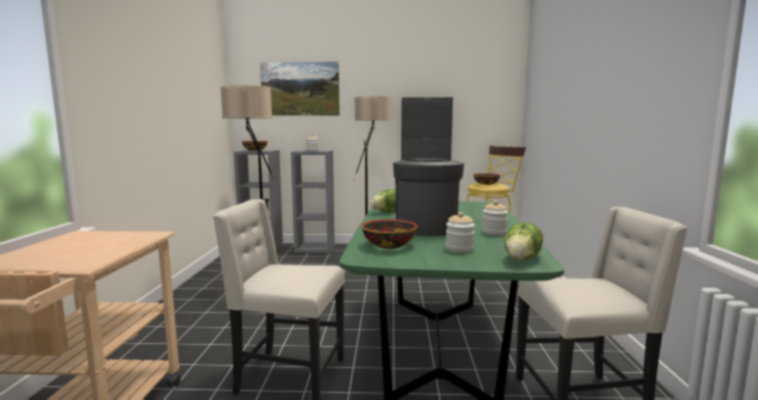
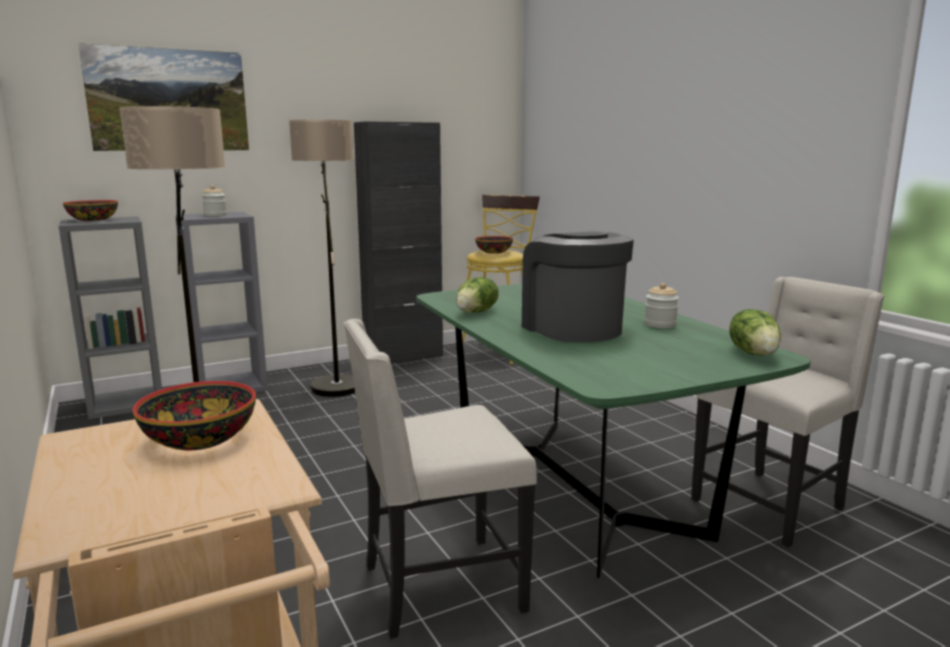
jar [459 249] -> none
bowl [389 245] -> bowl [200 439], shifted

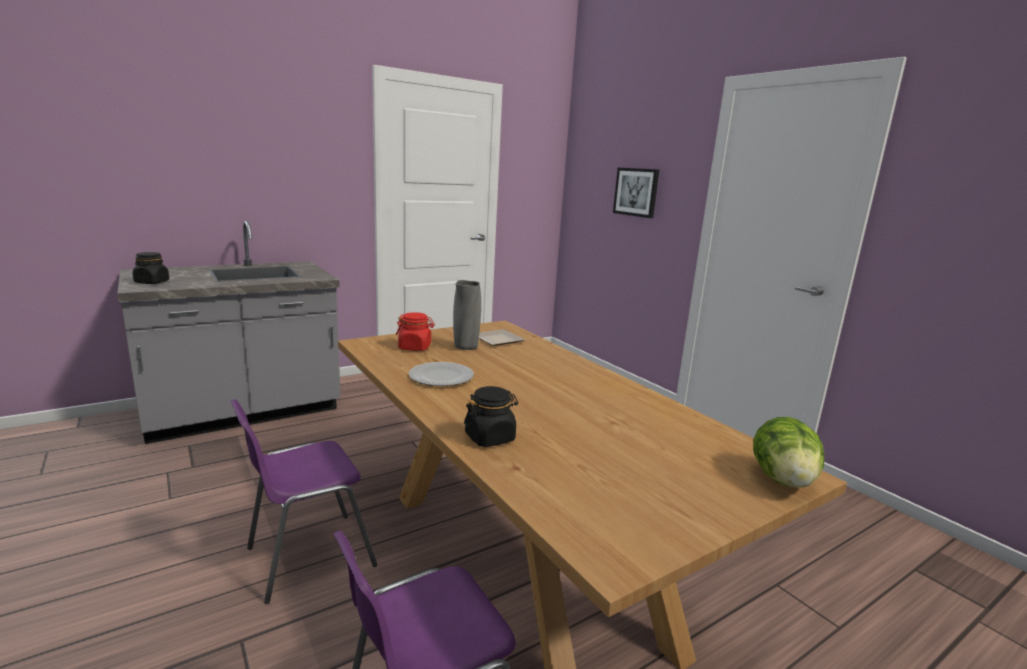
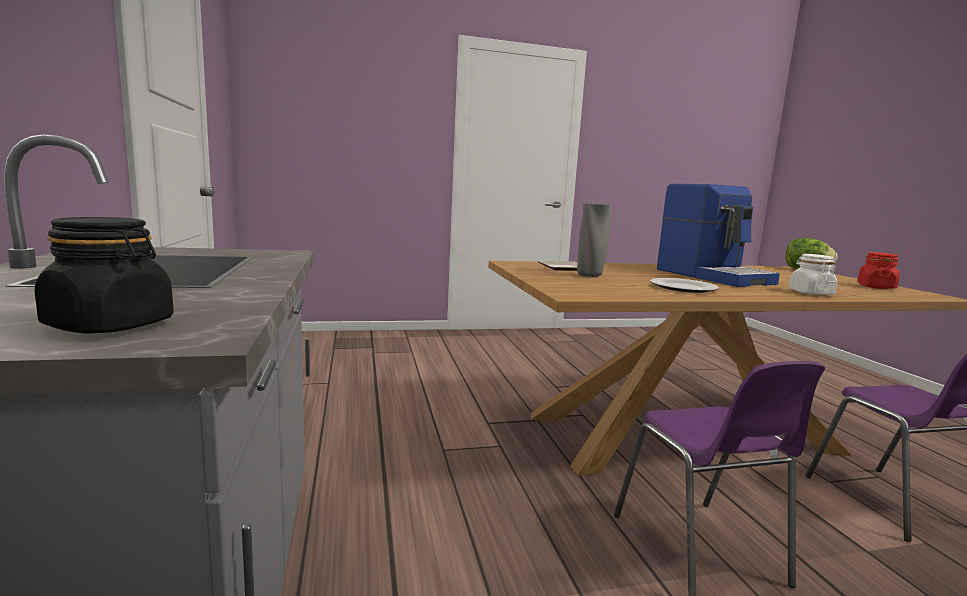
picture [636 192] -> none
none -> coffee machine [713 276]
red jar [415 347] -> red jar [875 287], shifted
black jar [490 438] -> white jar [810 293]

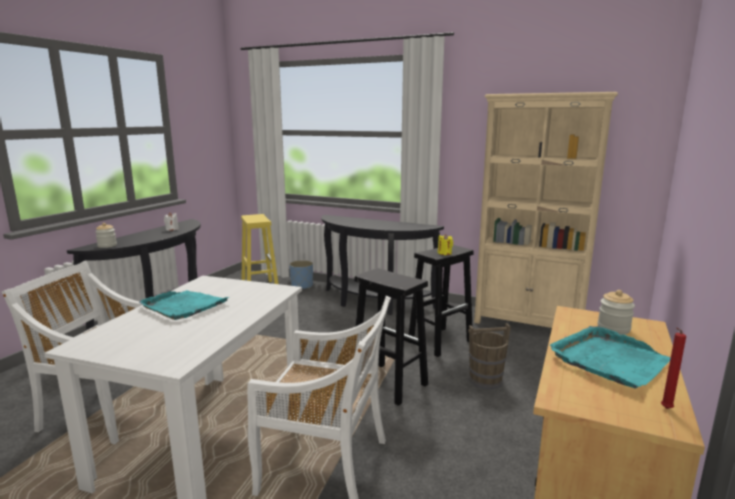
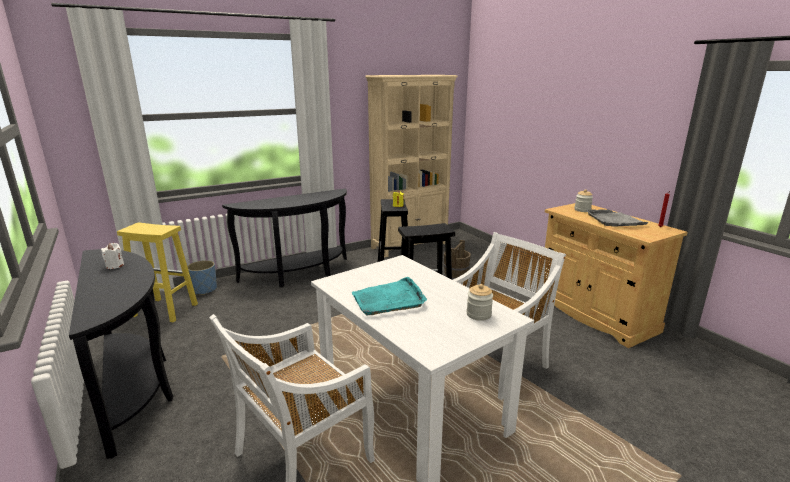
jar [107 245] -> jar [478 314], shifted
turquoise tray [609 360] -> grey tray [614 220]

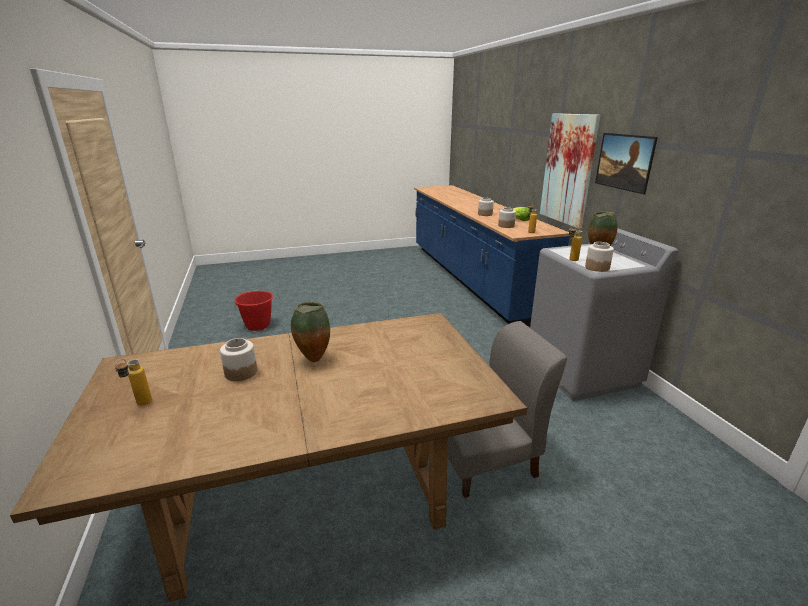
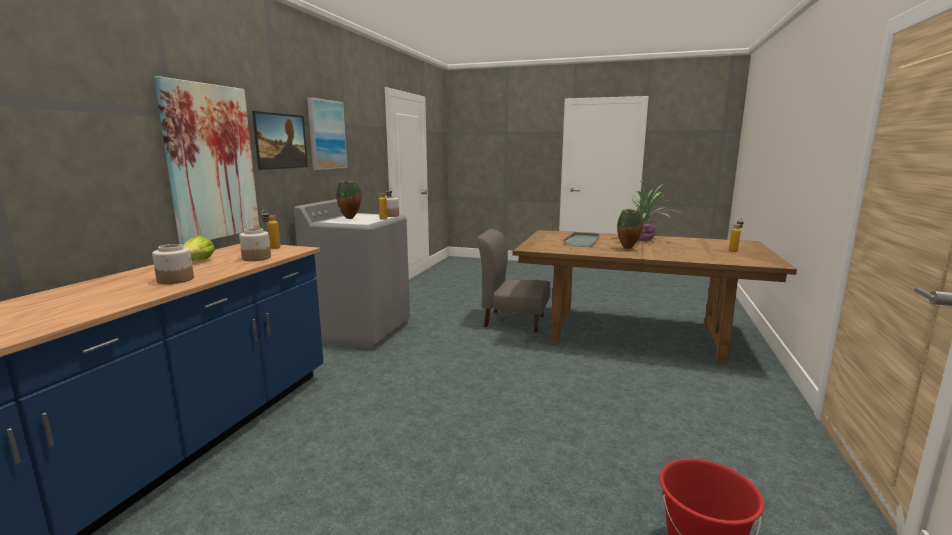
jar [241 372] -> none
none -> picture [326 135]
none -> grey tray [582 241]
none -> potted plant [642 239]

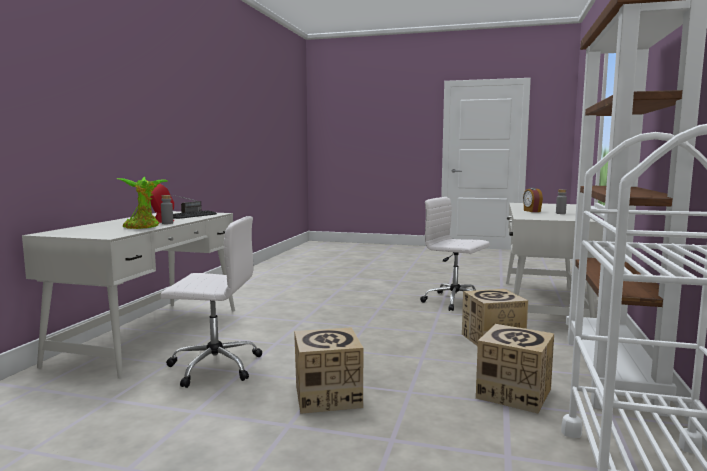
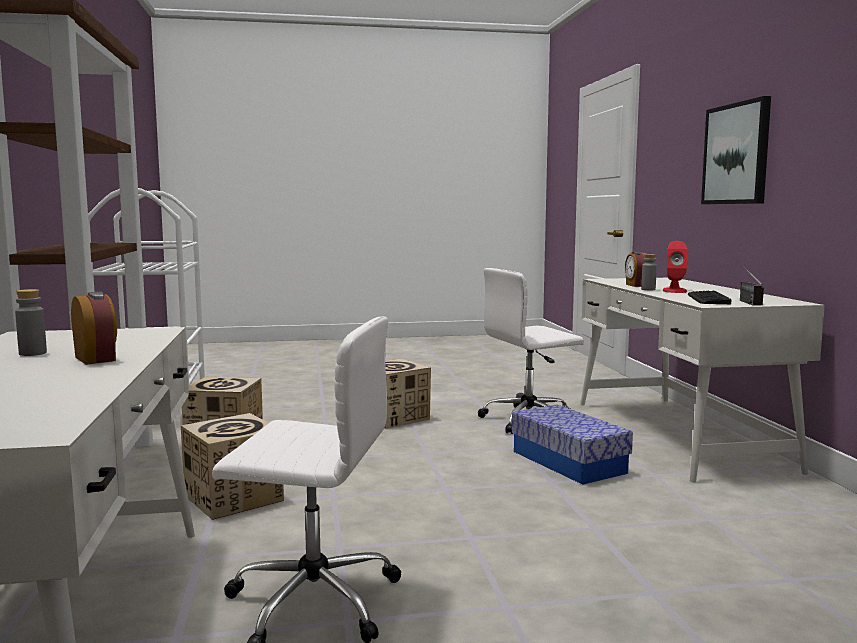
none -> storage box [568 462]
none -> picture [737 154]
potted plant [143 227] -> alarm clock [636 285]

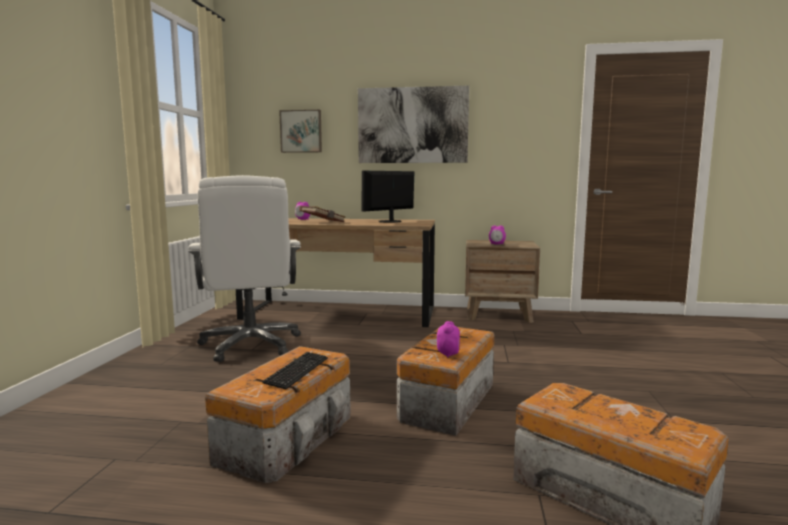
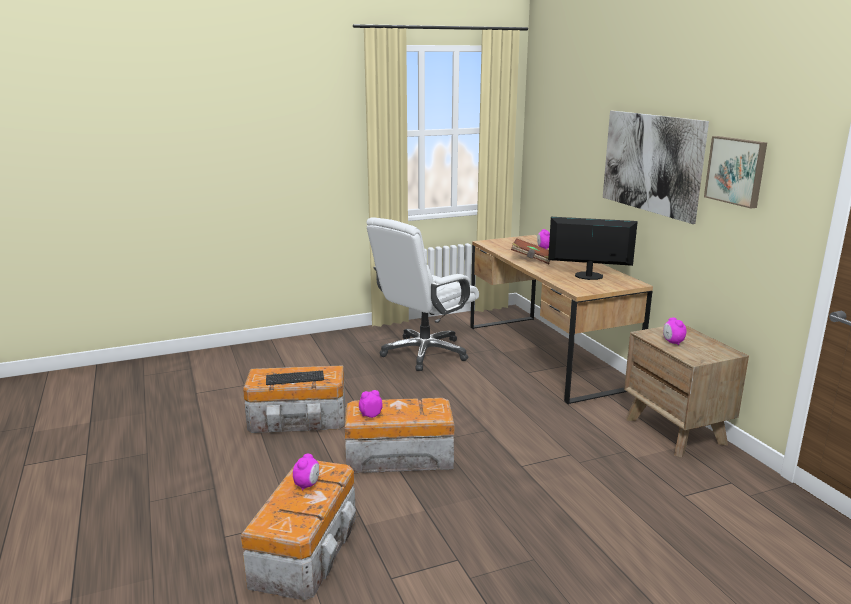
none -> alarm clock [307 485]
picture [301 131] -> picture [736 171], shifted

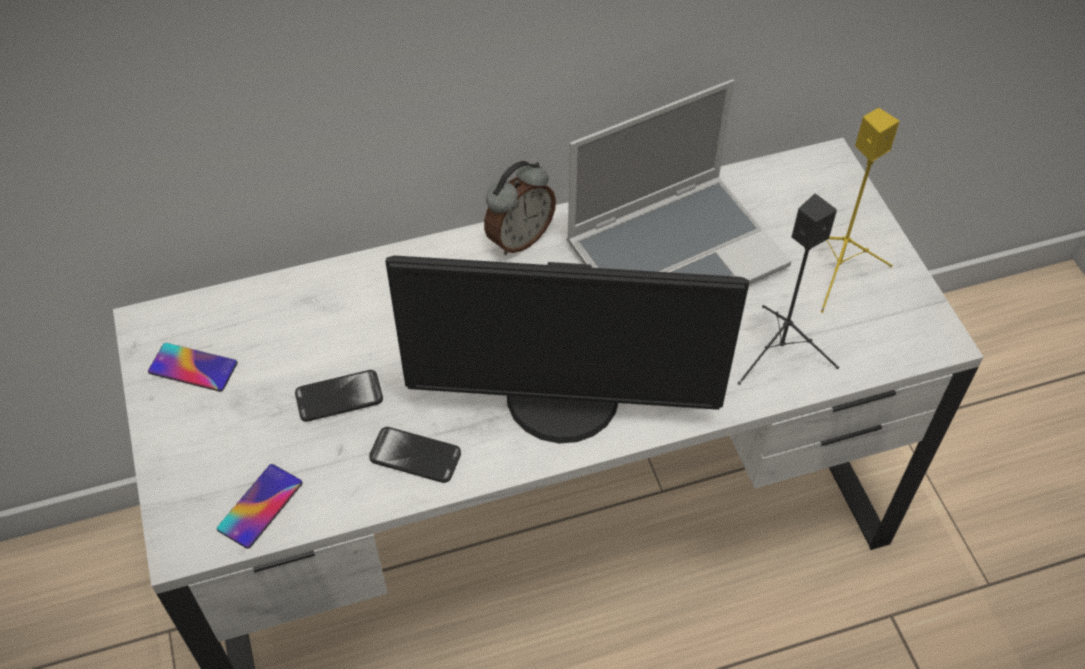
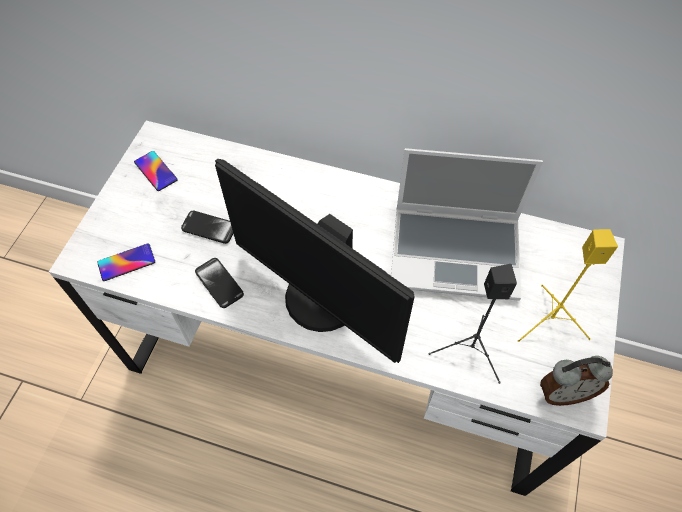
alarm clock [519 238] -> alarm clock [563 392], shifted

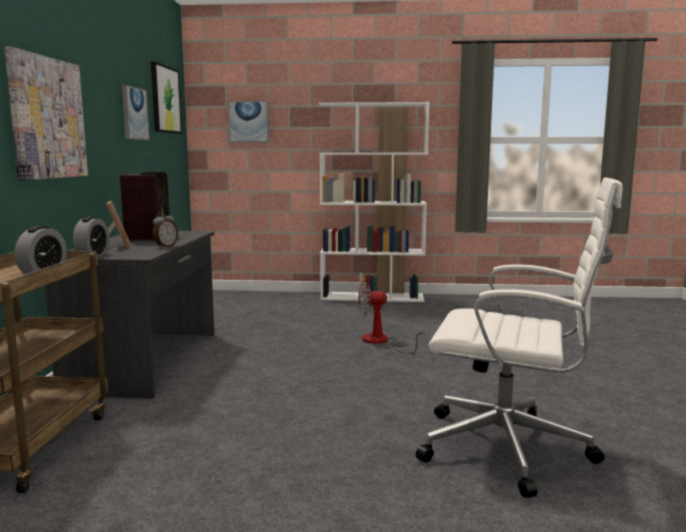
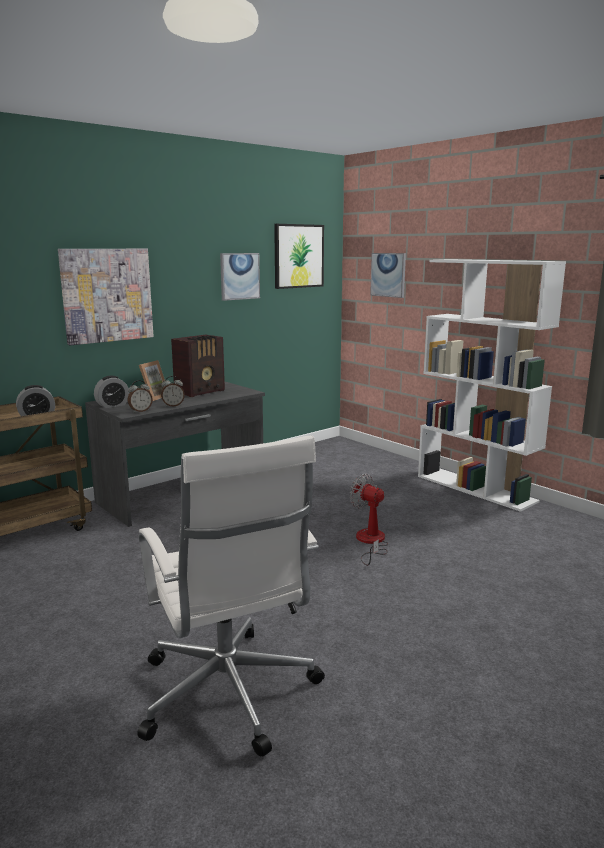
none -> alarm clock [140 411]

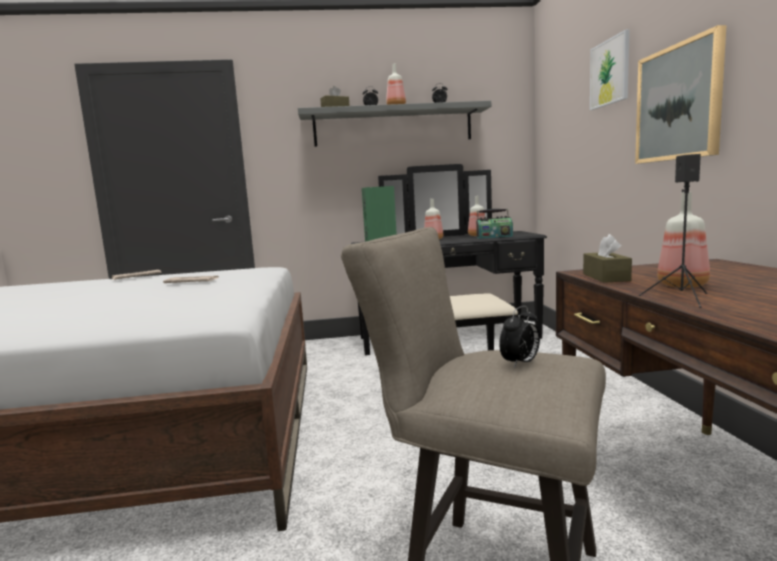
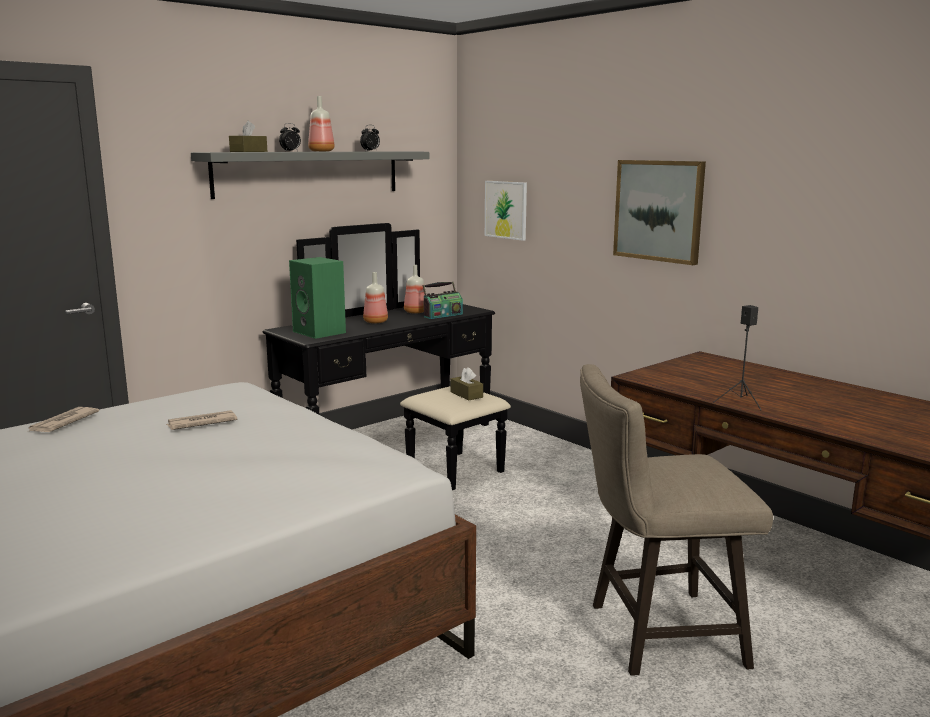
alarm clock [520 363] -> none
bottle [684 285] -> none
brown tissue box [606 277] -> brown tissue box [466 394], shifted
picture [610 72] -> picture [506 210], shifted

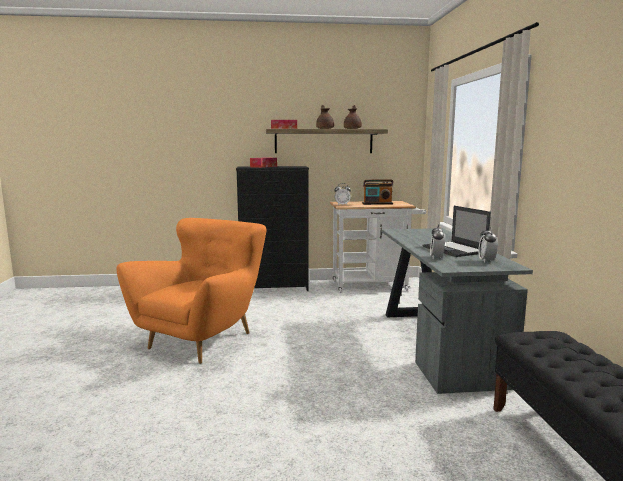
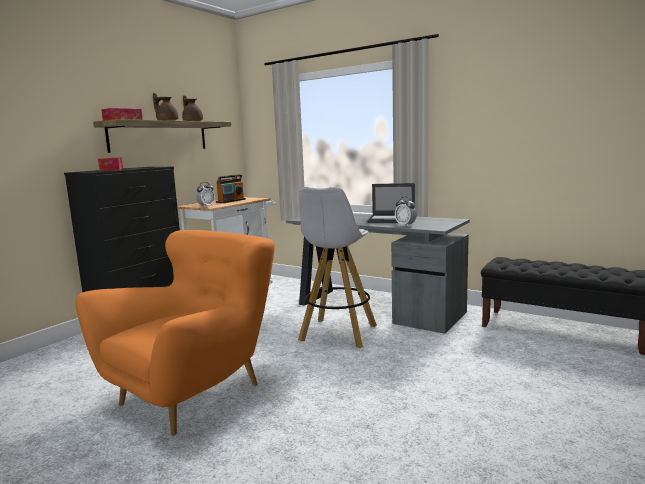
alarm clock [486 261] -> none
none -> white stool [338 334]
orange armchair [203 339] -> orange armchair [194 393], 60 degrees clockwise

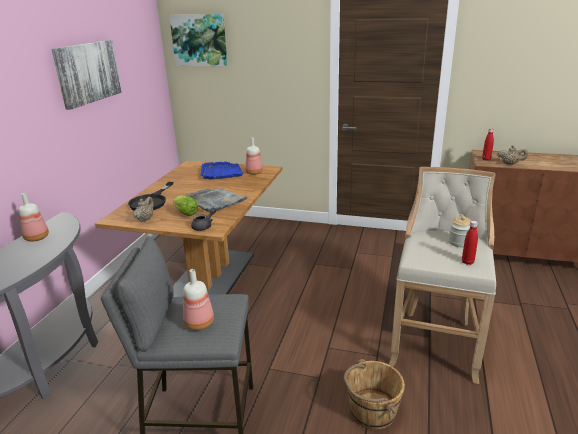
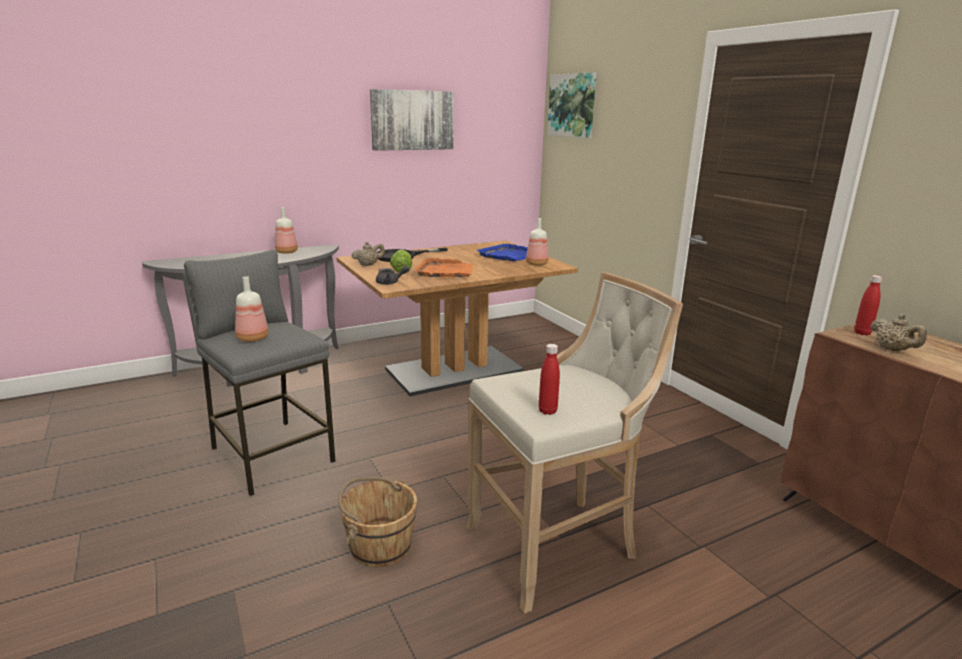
jar [459 242] -> none
grey tray [215 201] -> orange tray [445 271]

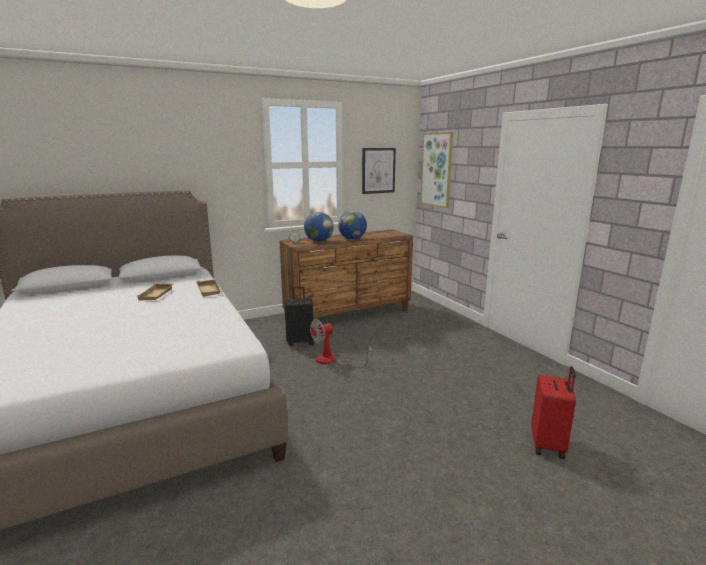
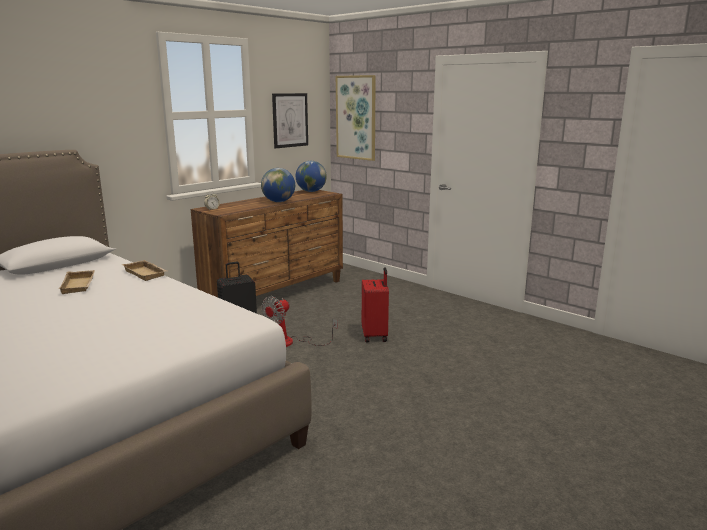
globe [319 241] -> globe [311 191], shifted
red suitcase [548 445] -> red suitcase [375 335], shifted

